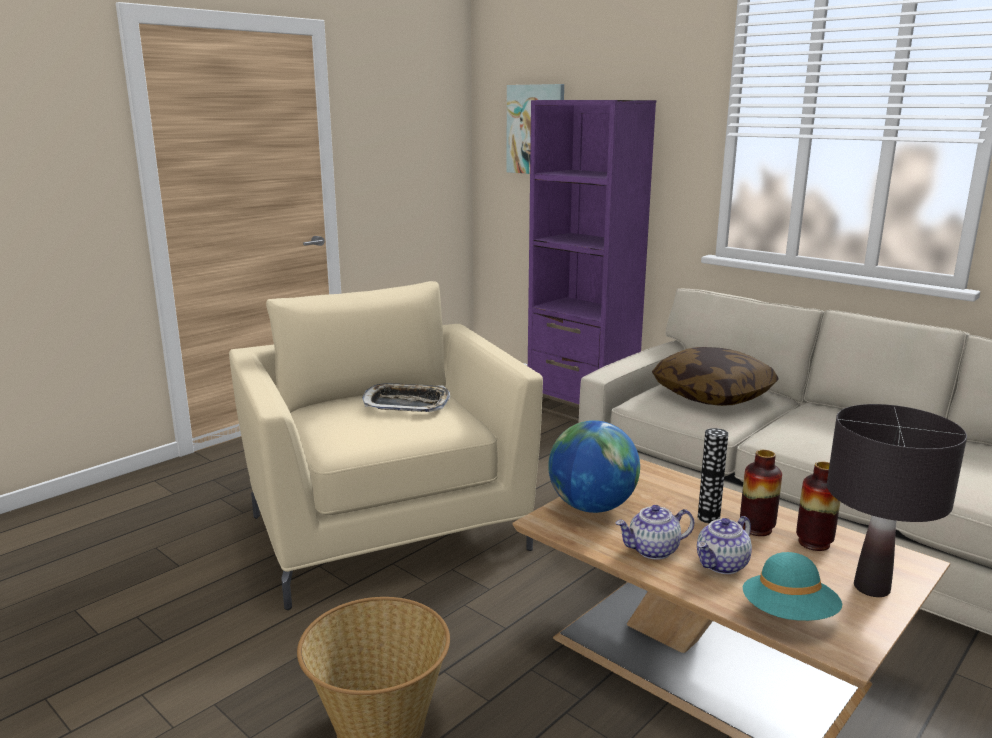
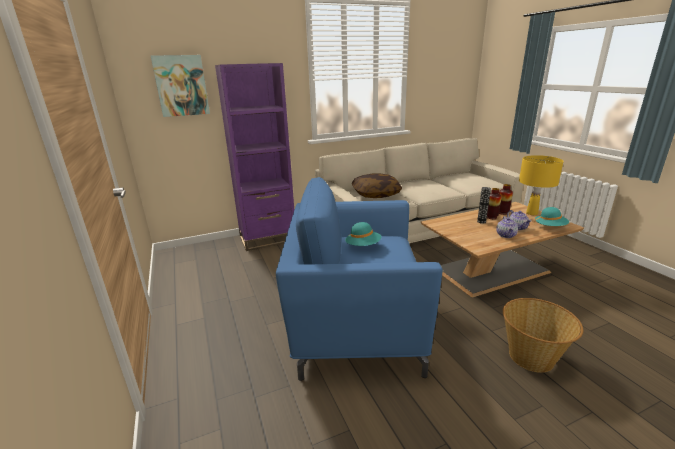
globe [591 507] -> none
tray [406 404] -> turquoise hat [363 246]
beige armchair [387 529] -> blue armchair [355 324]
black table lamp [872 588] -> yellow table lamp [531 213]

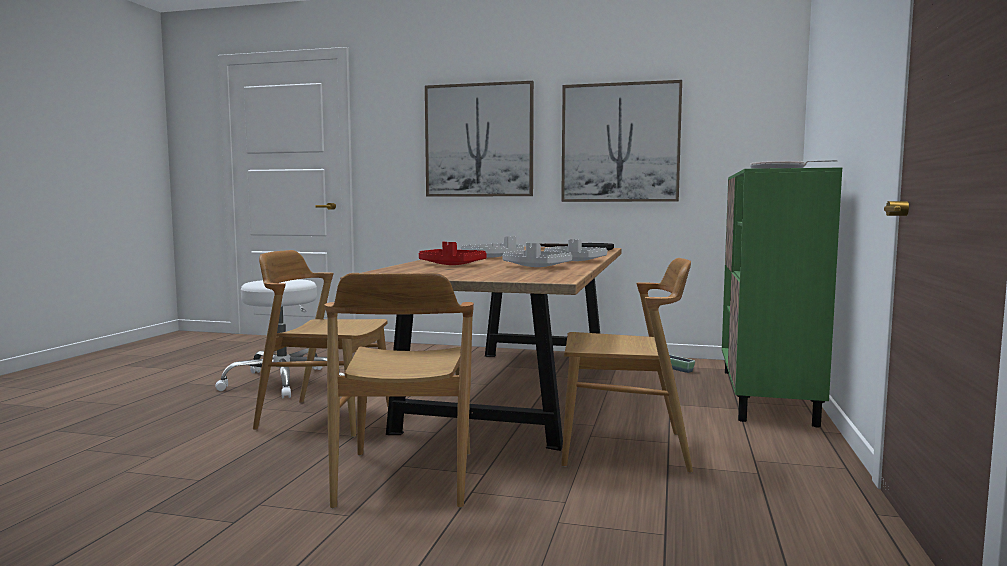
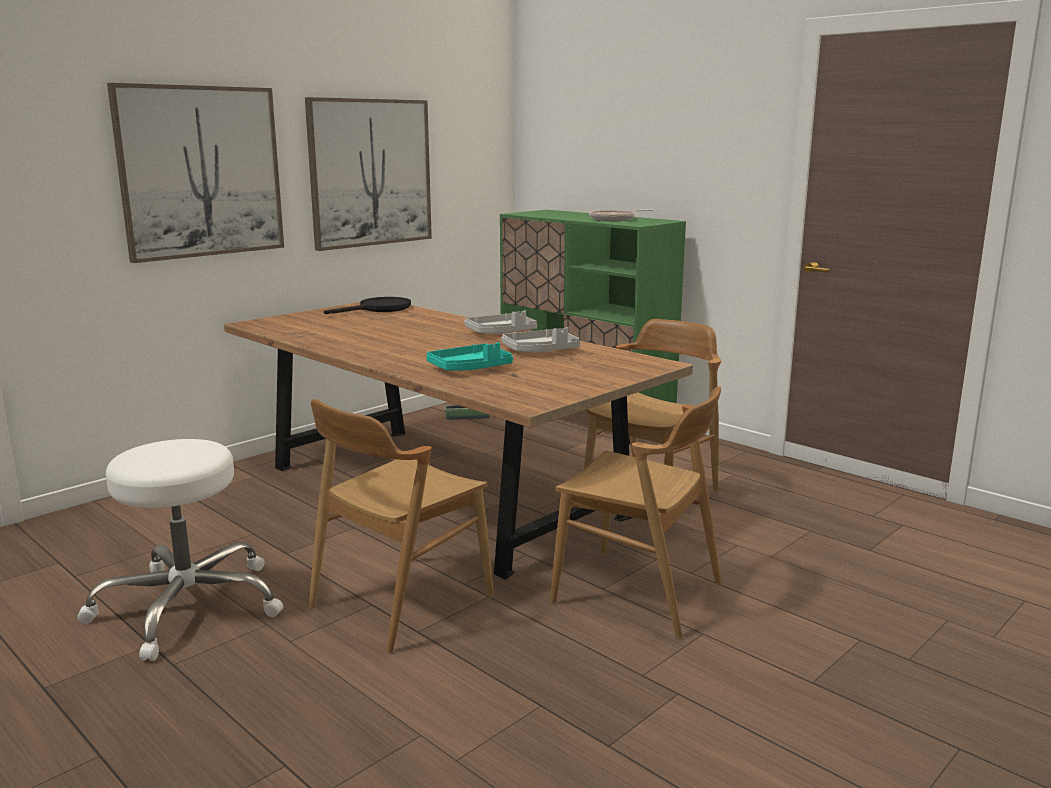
grey tray [493 257] -> none
red tray [451 265] -> turquoise tray [470 368]

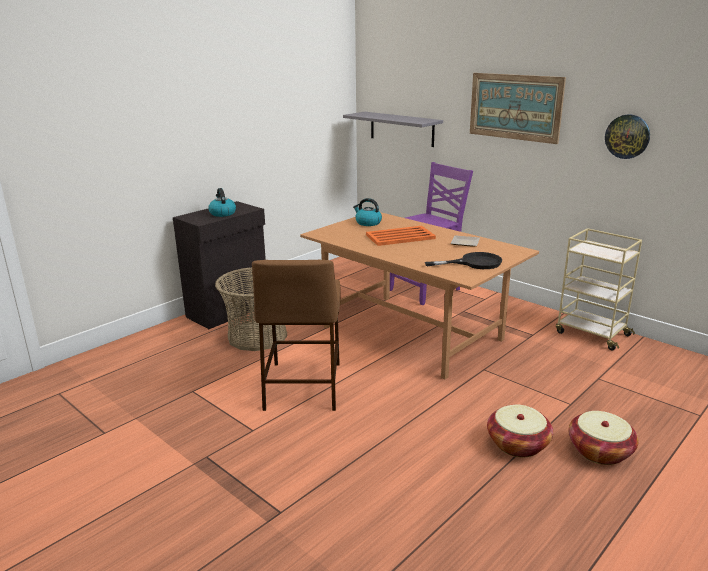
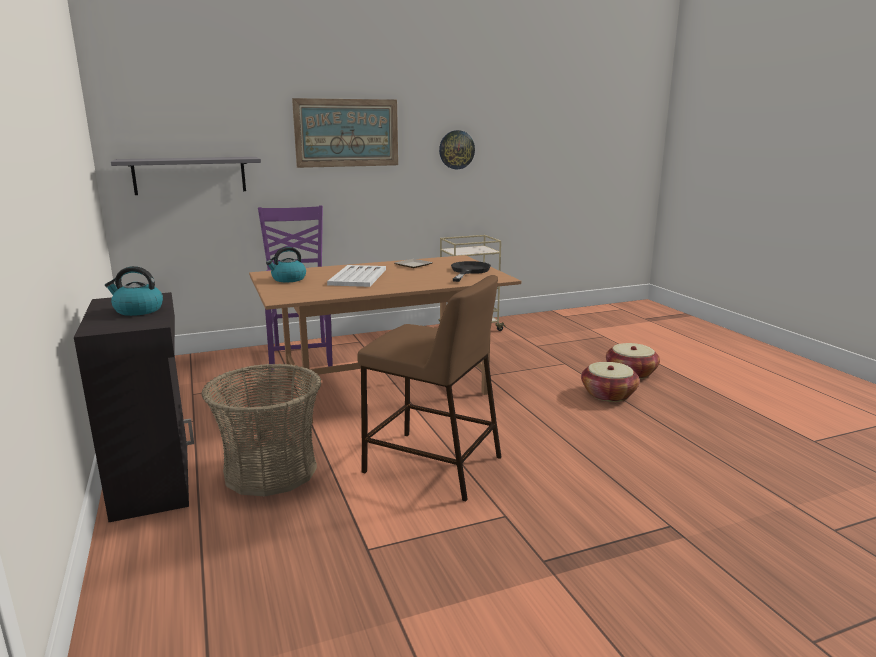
orange tray [401 237] -> white tray [358 277]

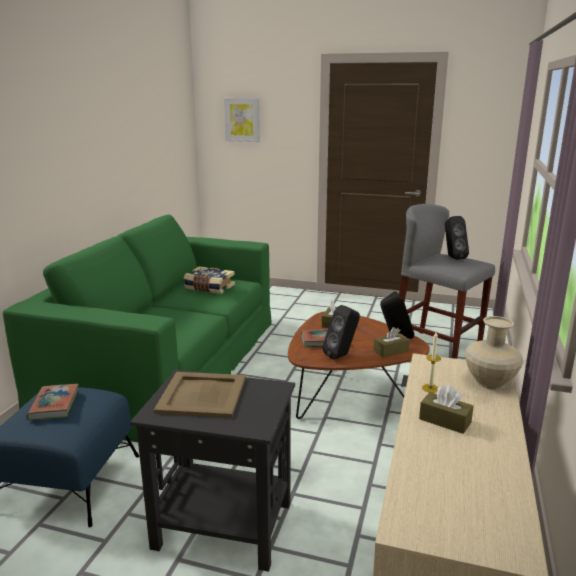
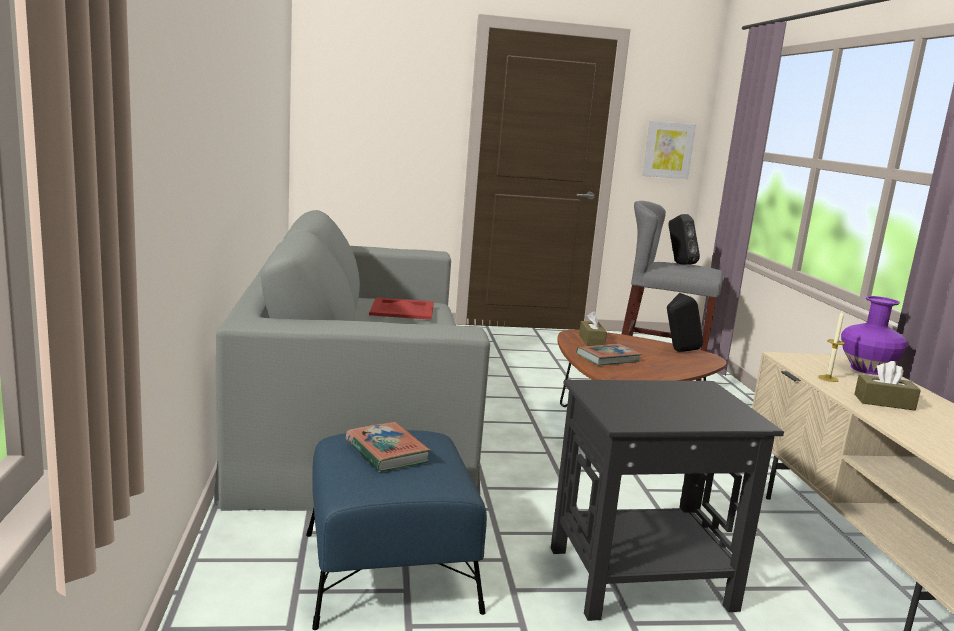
beige tray [201 394] -> none
black speaker [342 356] -> none
brown tissue box [391 351] -> none
picture [242 119] -> picture [668 150], shifted
book [209 288] -> red tray [402 309]
green sofa [166 362] -> grey sofa [355 418]
beige vase [489 382] -> purple vase [866 369]

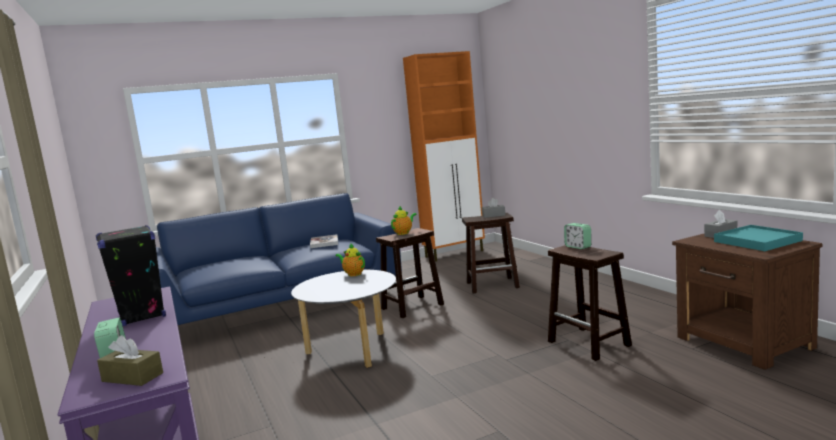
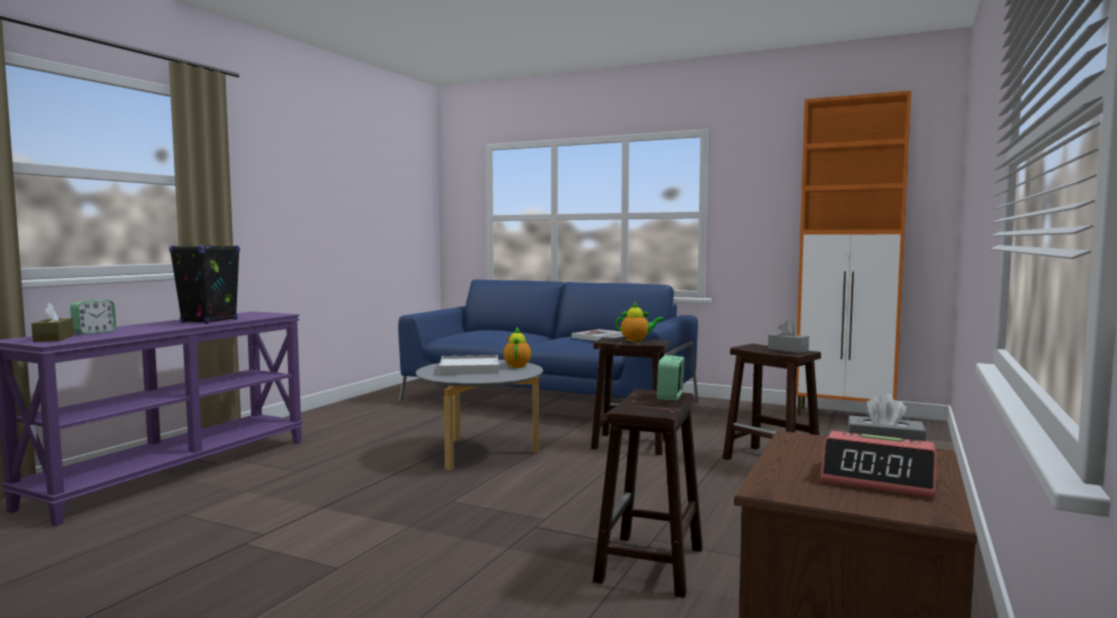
none -> white tray [469 369]
turquoise tray [757 241] -> alarm clock [878 479]

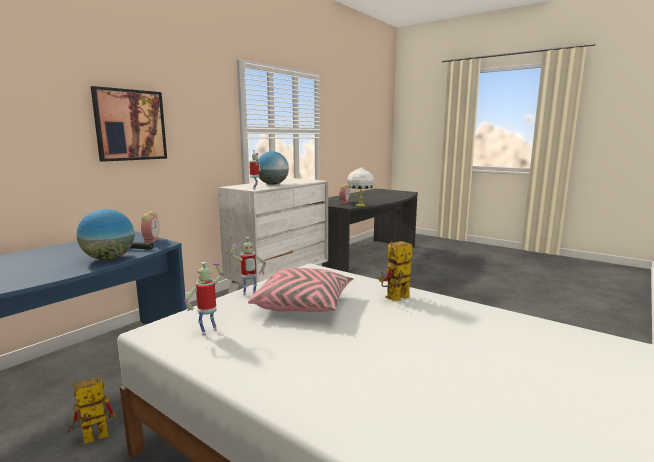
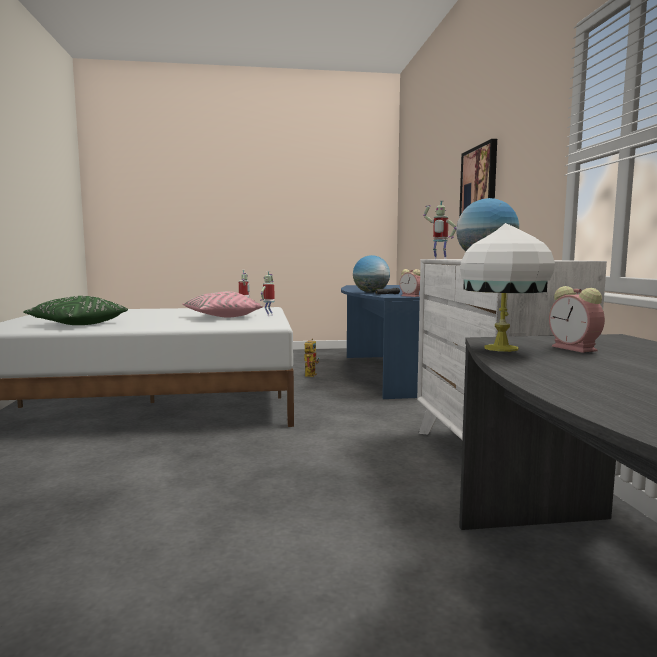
toy robot [395 299] -> none
none -> green pillow [77 324]

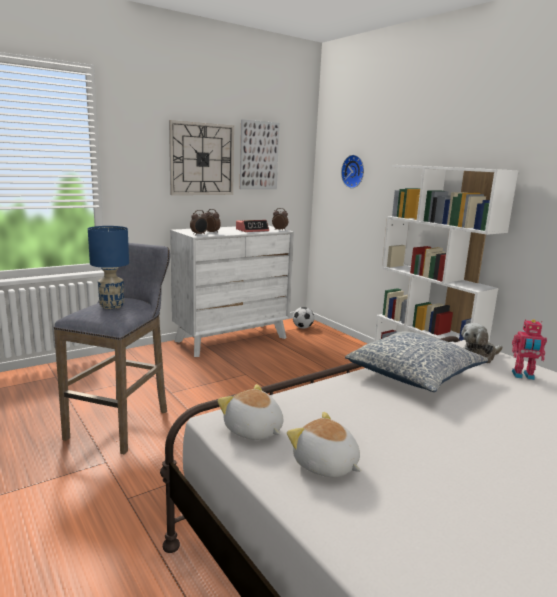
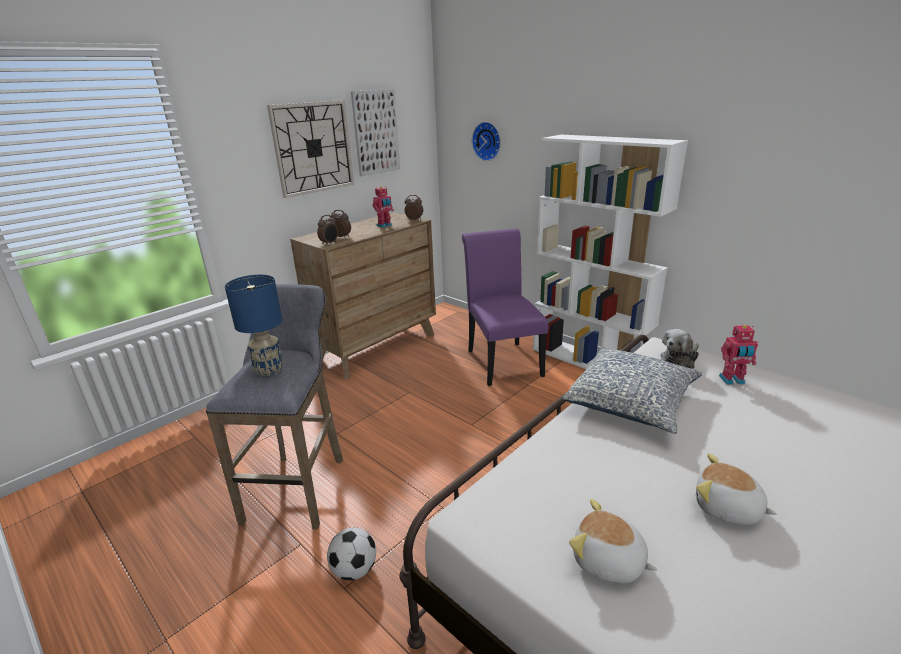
none -> purple chair [502 360]
plush toy [253 431] -> plush toy [727 508], shifted
football [302 328] -> football [354 570], shifted
alarm clock [252 230] -> toy robot [385 225]
white dresser [231 339] -> brown dresser [376 347]

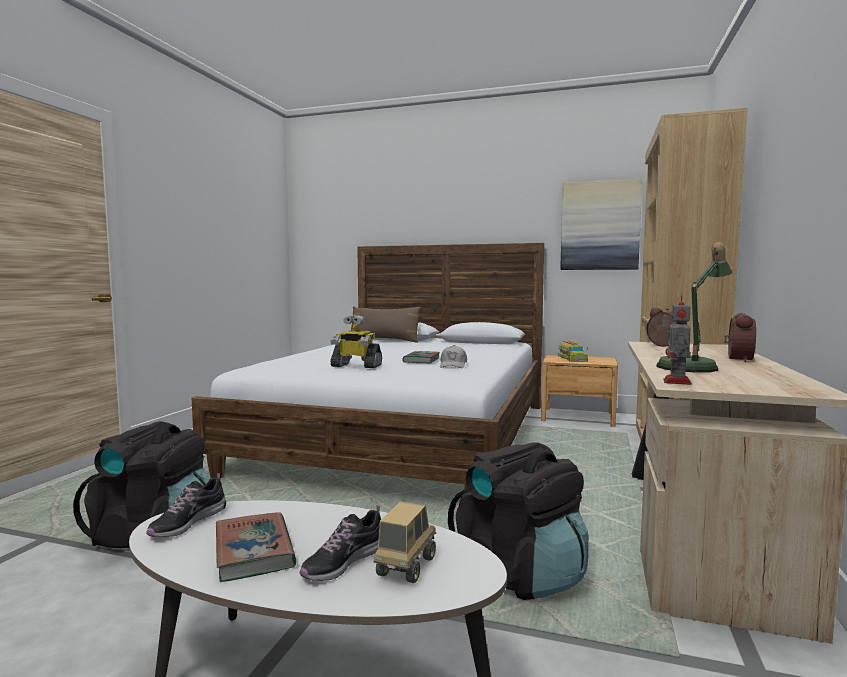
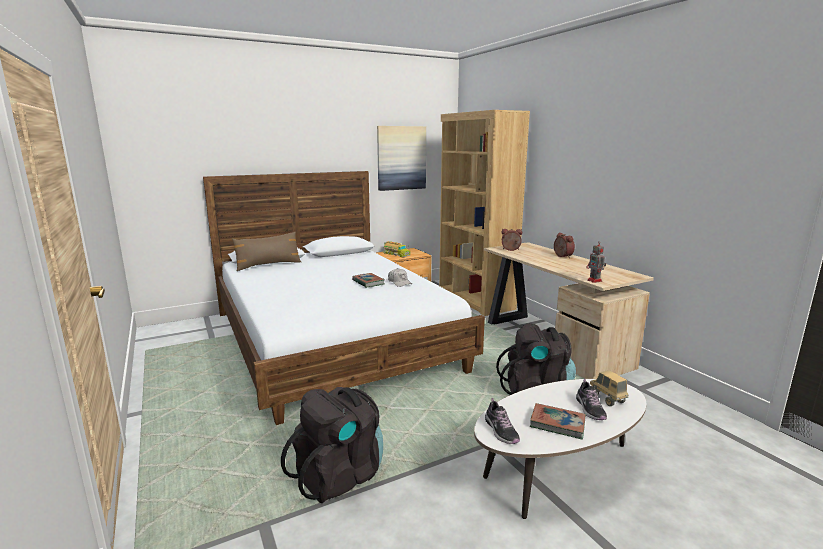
toy robot [356 366] -> none
table lamp [692 367] -> none

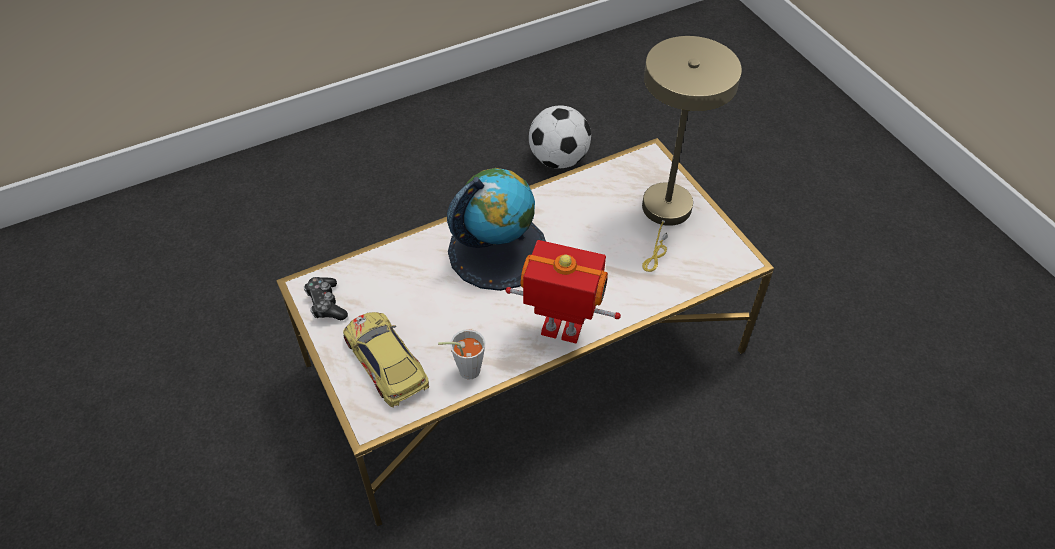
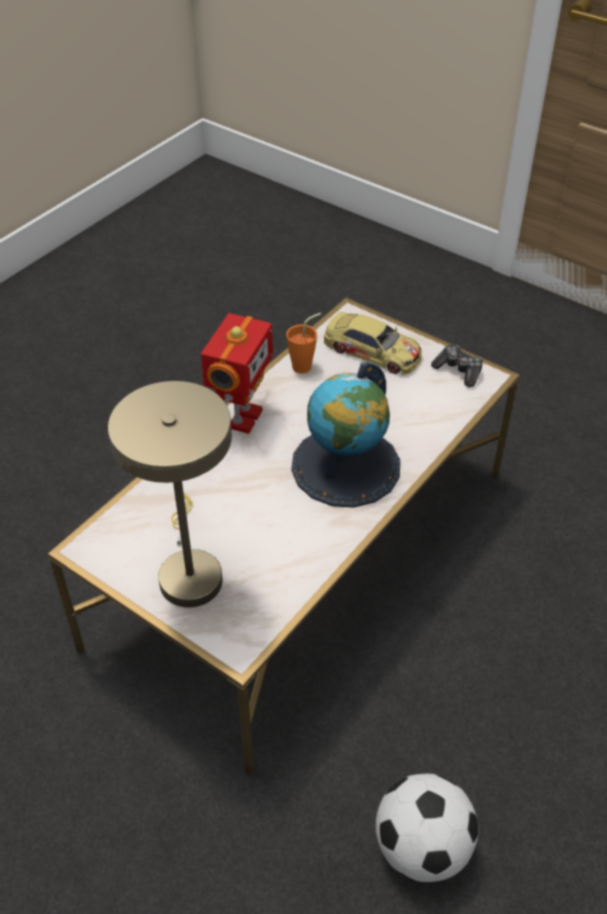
grey cup [464 370] -> orange cup [305 365]
toy robot [560 332] -> toy robot [242 418], 60 degrees counterclockwise

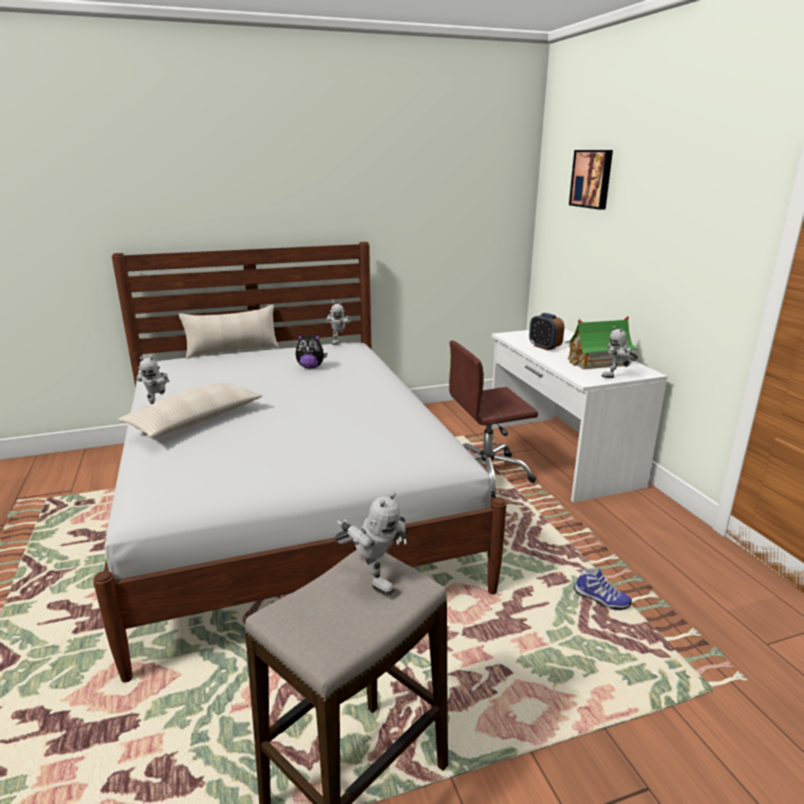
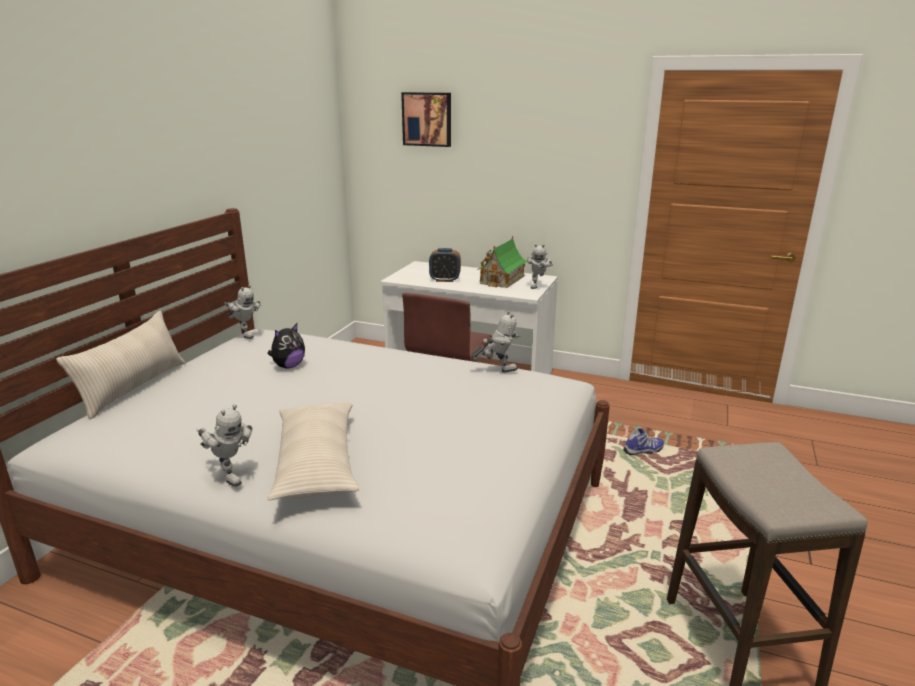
toy robot [372 578] -> toy robot [497 370], shifted

